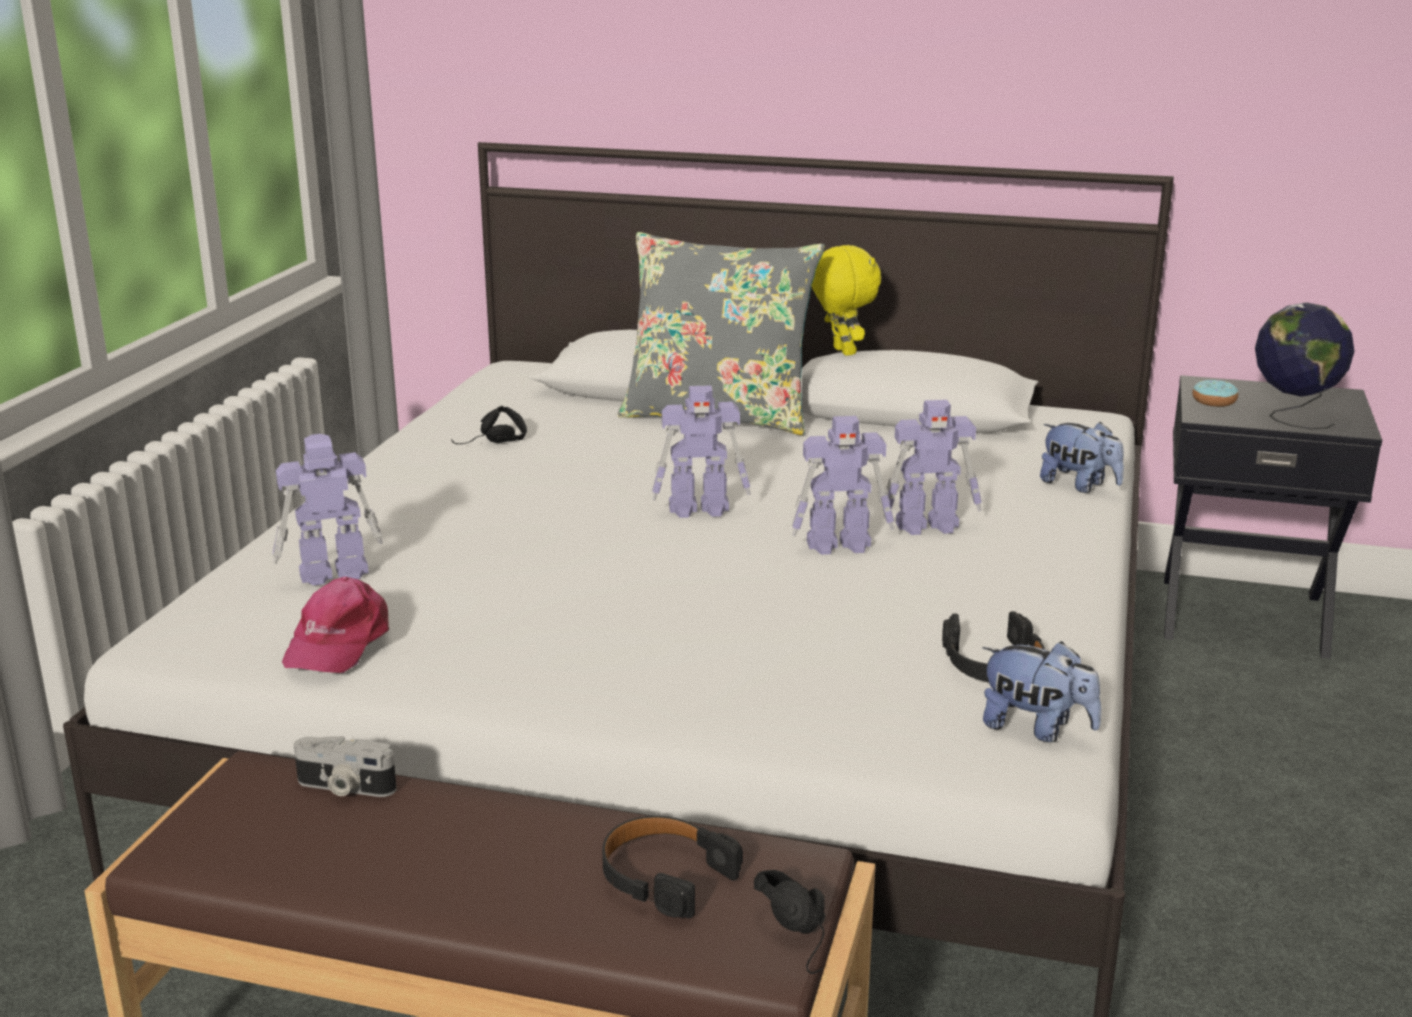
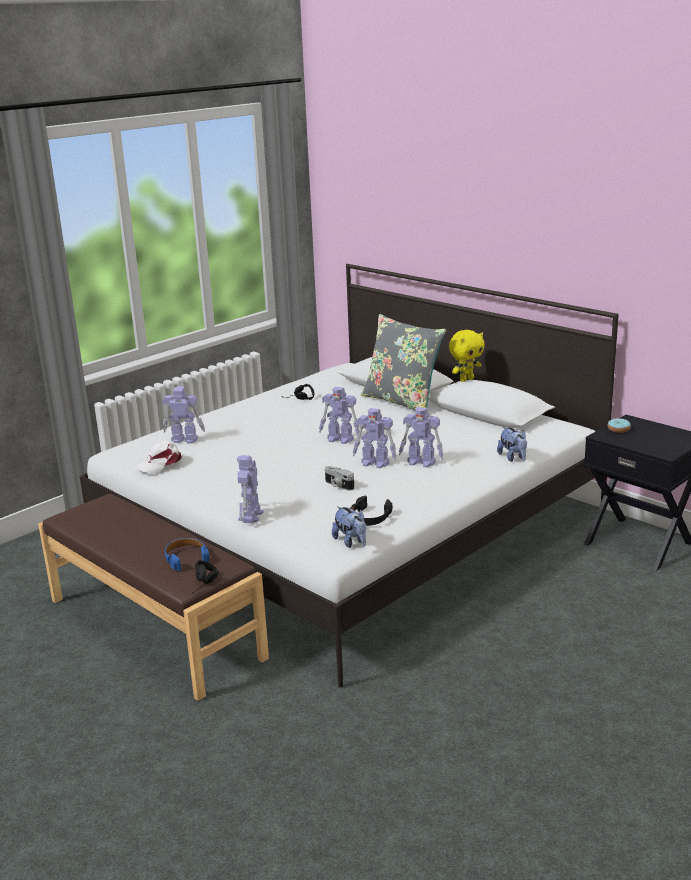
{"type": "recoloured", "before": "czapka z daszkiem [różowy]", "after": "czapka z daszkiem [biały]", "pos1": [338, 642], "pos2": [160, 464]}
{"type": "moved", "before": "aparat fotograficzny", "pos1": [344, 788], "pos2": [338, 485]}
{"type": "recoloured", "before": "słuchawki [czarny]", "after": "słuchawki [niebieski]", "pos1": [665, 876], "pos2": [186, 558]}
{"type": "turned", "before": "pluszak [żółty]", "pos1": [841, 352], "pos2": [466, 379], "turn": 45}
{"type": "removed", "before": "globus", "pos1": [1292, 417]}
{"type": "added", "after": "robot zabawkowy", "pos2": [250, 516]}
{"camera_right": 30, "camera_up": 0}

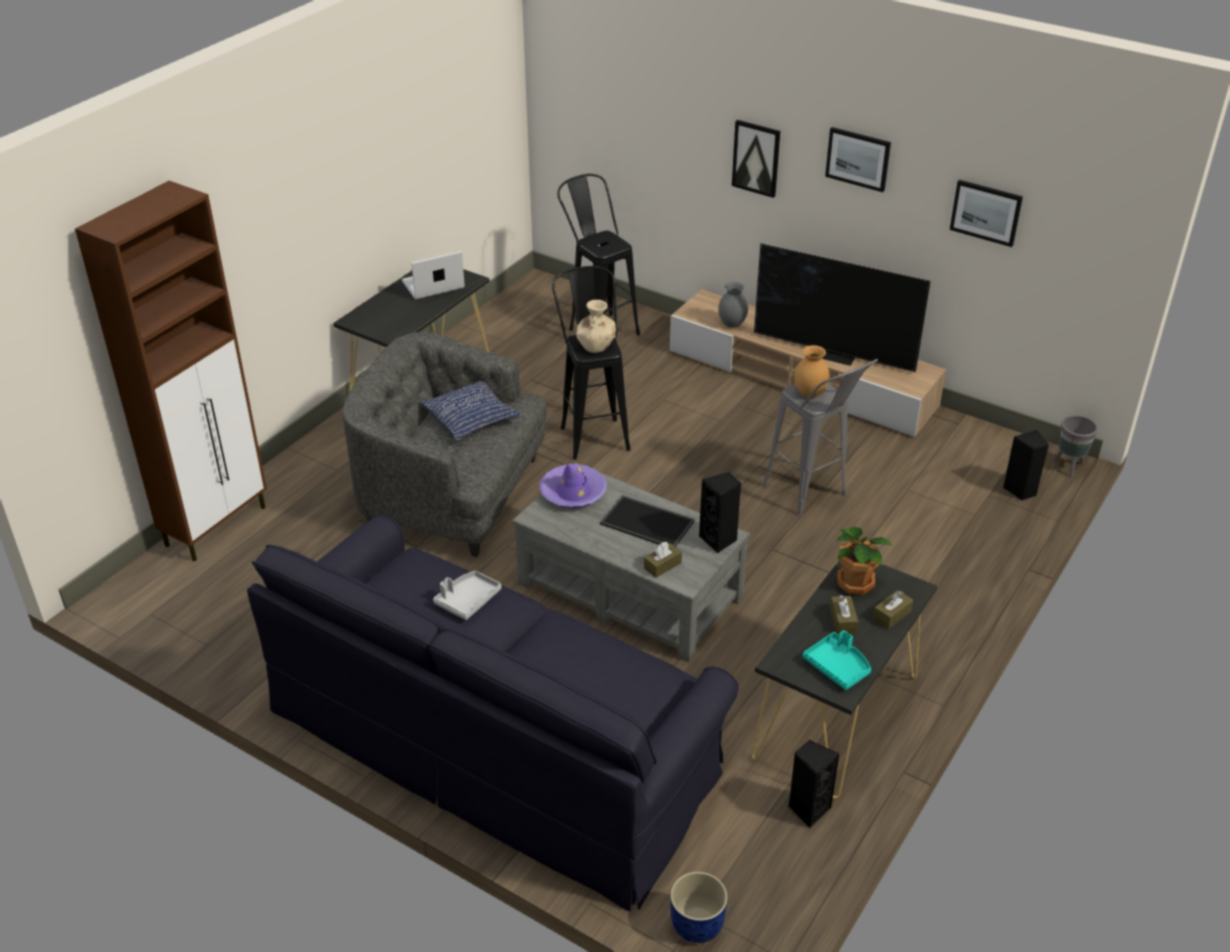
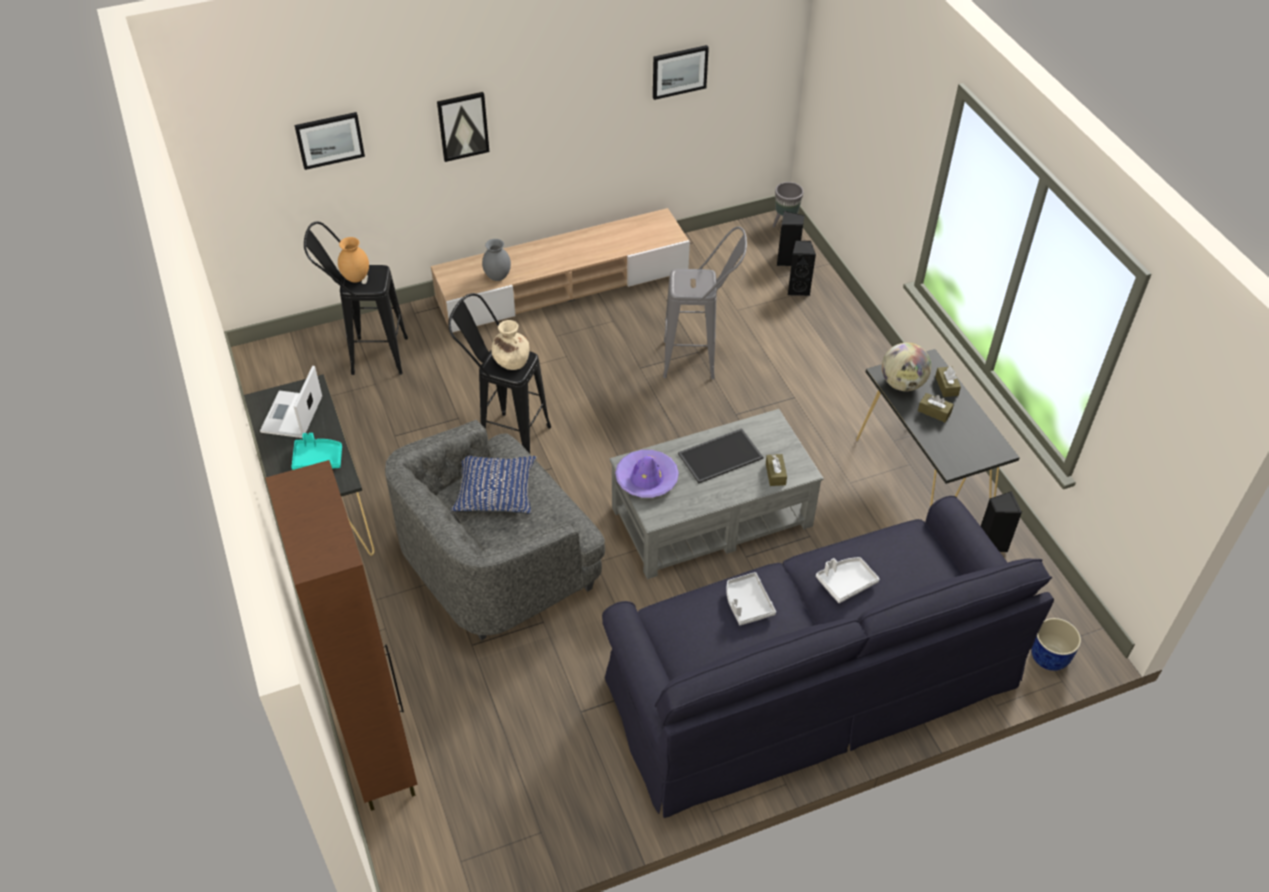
{"type": "moved", "before": "głośnik [czarny]", "pos1": [719, 540], "pos2": [798, 289]}
{"type": "removed", "before": "telewizor", "pos1": [833, 353]}
{"type": "moved", "before": "wazon [brązowy]", "pos1": [809, 394], "pos2": [356, 278]}
{"type": "moved", "before": "taca [turkusowy]", "pos1": [838, 667], "pos2": [318, 459]}
{"type": "moved", "before": "obraz", "pos1": [858, 158], "pos2": [329, 140]}
{"type": "replaced", "before": "roślina doniczkowa", "after": "globus", "pos1": [855, 582], "pos2": [902, 384]}
{"type": "added", "after": "taca [biały]", "pos2": [845, 582]}
{"camera_right": -55, "camera_up": 10}

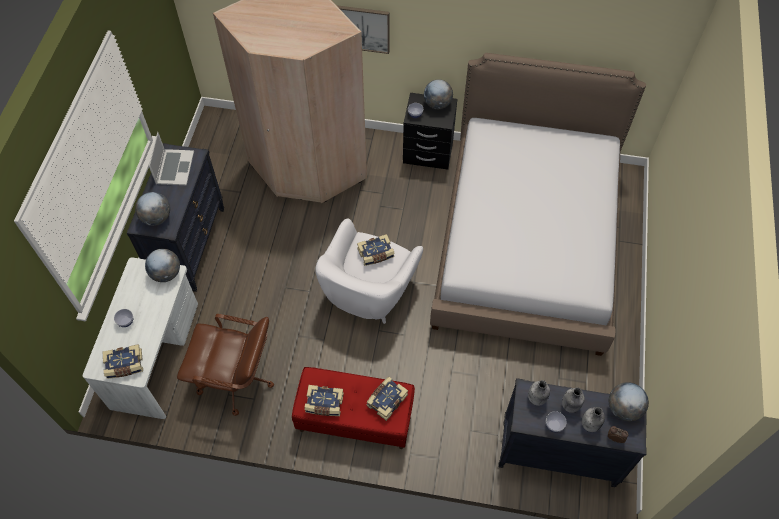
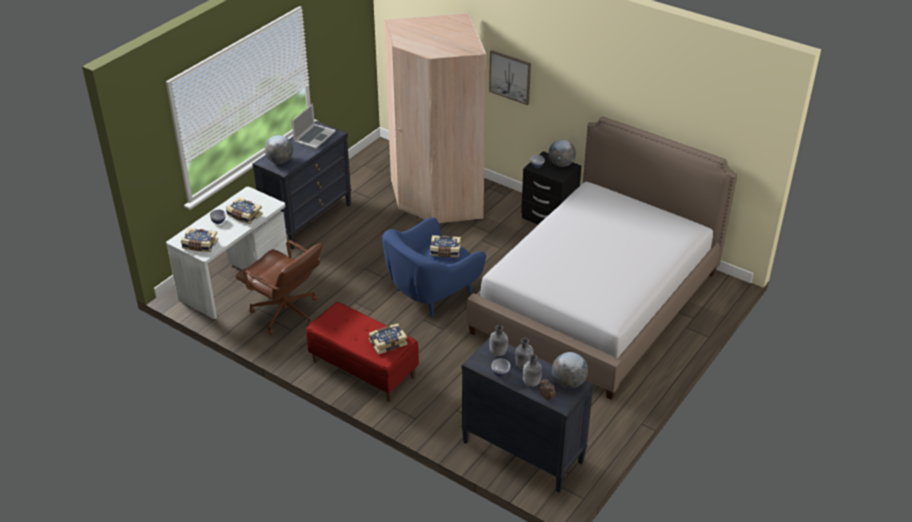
{"type": "removed", "before": "globus", "pos1": [166, 273]}
{"type": "moved", "before": "książka", "pos1": [324, 404], "pos2": [244, 216]}
{"type": "recoloured", "before": "fotel [biały]", "after": "fotel [niebieski]", "pos1": [369, 292], "pos2": [432, 293]}
{"camera_right": 25, "camera_up": -20}

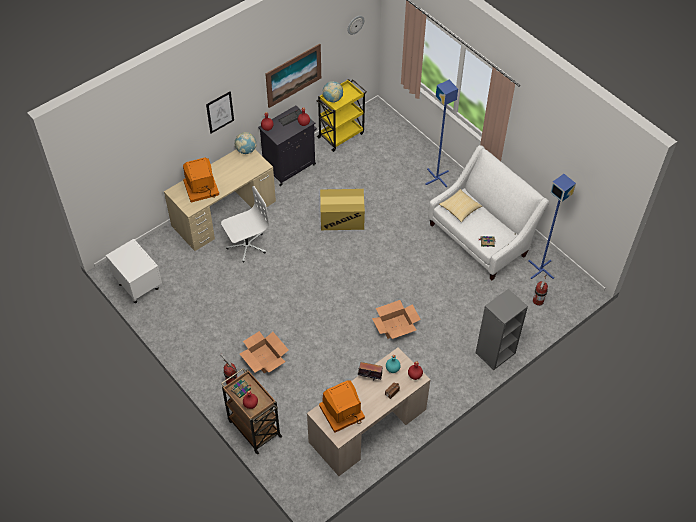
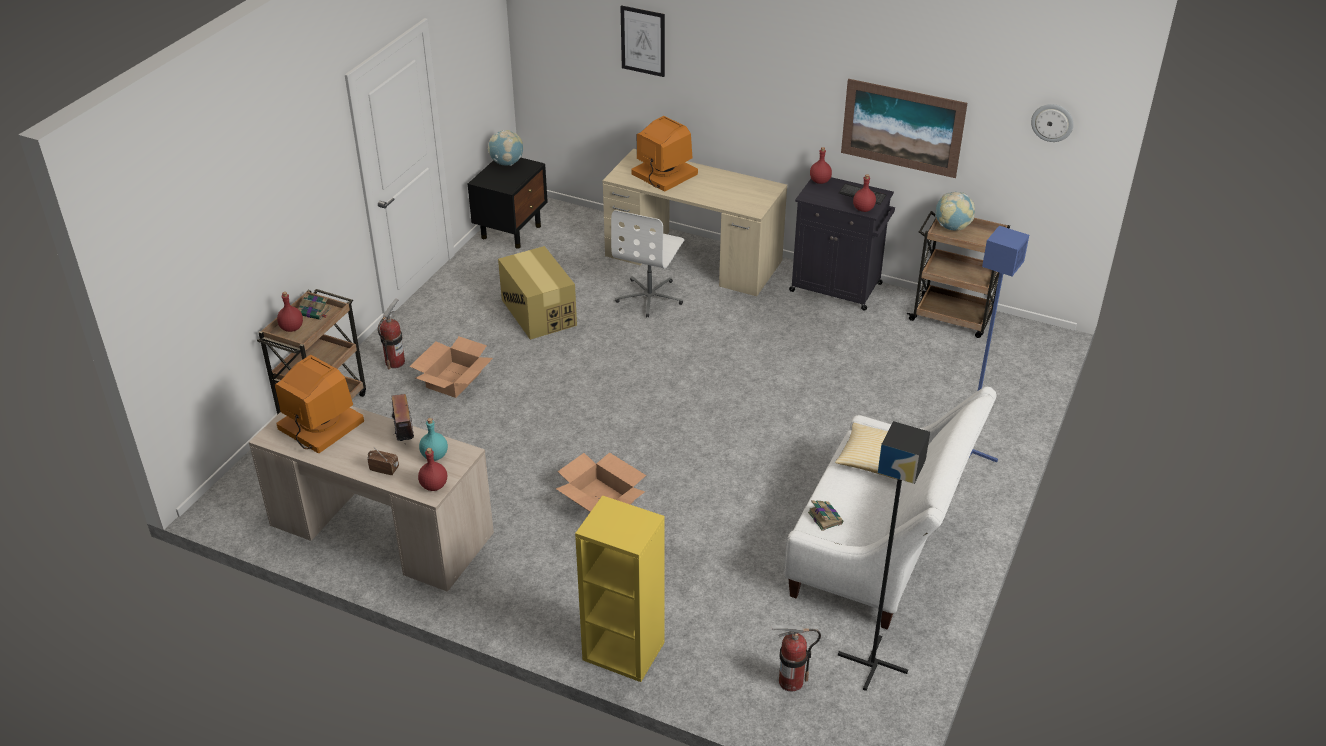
{"type": "recoloured", "before": "szafka nocna [biały]", "after": "szafka nocna [czarny]", "pos1": [138, 286], "pos2": [511, 231]}
{"type": "moved", "before": "obraz", "pos1": [220, 112], "pos2": [643, 41]}
{"type": "turned", "before": "krzesło biurowe [biały]", "pos1": [246, 245], "pos2": [650, 297], "turn": 75}
{"type": "moved", "before": "globus", "pos1": [246, 150], "pos2": [507, 163]}
{"type": "recoloured", "before": "wózek [żółty]", "after": "wózek [brązowy]", "pos1": [341, 135], "pos2": [953, 317]}
{"type": "moved", "before": "karton", "pos1": [342, 218], "pos2": [538, 312]}
{"type": "recoloured", "before": "regał [szary]", "after": "regał [żółty]", "pos1": [495, 353], "pos2": [622, 651]}
{"type": "recoloured", "before": "lampa stojąca [niebieski]", "after": "lampa stojąca [czarny]", "pos1": [541, 269], "pos2": [873, 663]}
{"camera_right": 65, "camera_up": -15}

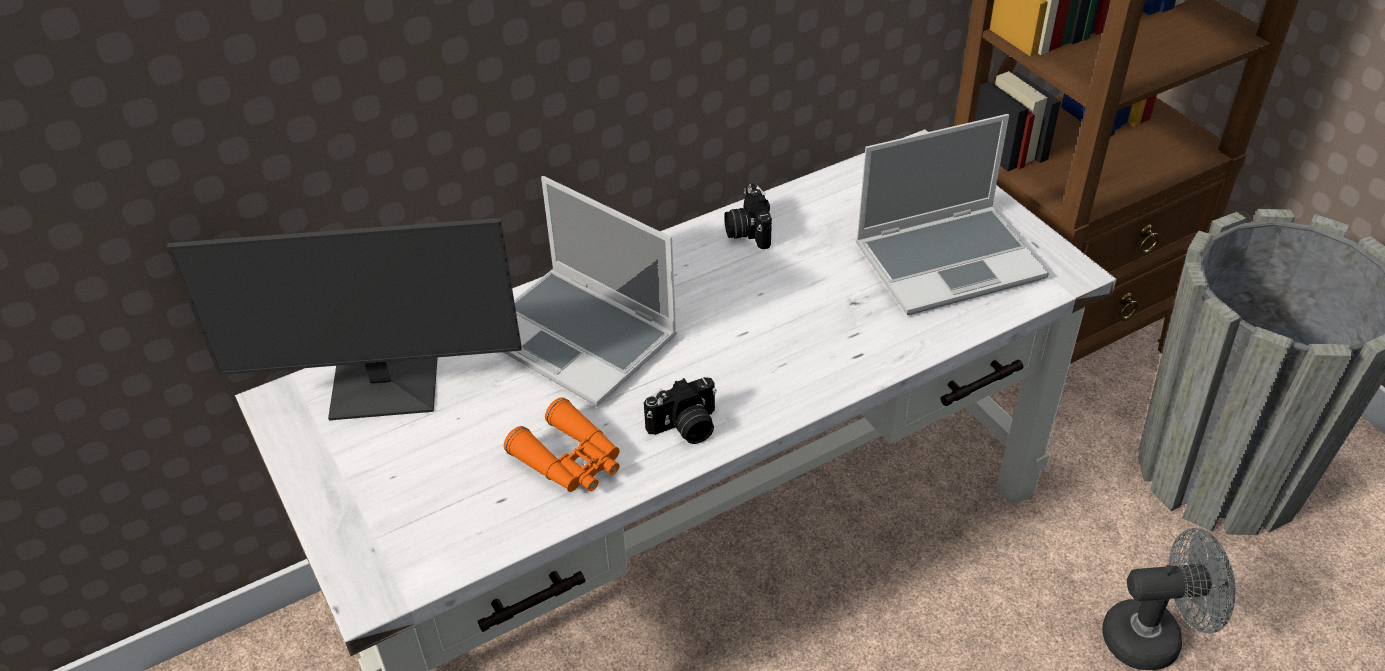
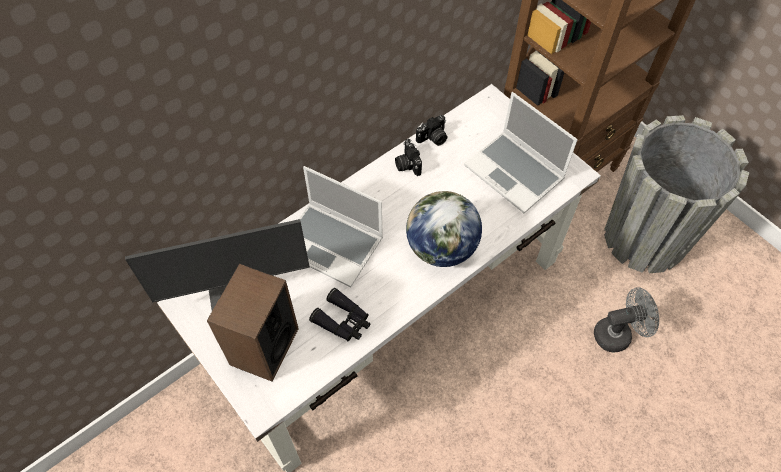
{"type": "recoloured", "before": "lornetka [pomarańczowy]", "after": "lornetka [czarny]", "pos1": [570, 461], "pos2": [343, 321]}
{"type": "moved", "before": "aparat fotograficzny", "pos1": [685, 428], "pos2": [433, 138]}
{"type": "turned", "before": "laptop", "pos1": [949, 260], "pos2": [515, 173], "turn": 75}
{"type": "added", "after": "głośnik", "pos2": [264, 346]}
{"type": "added", "after": "globus", "pos2": [441, 248]}
{"camera_right": -10, "camera_up": 15}

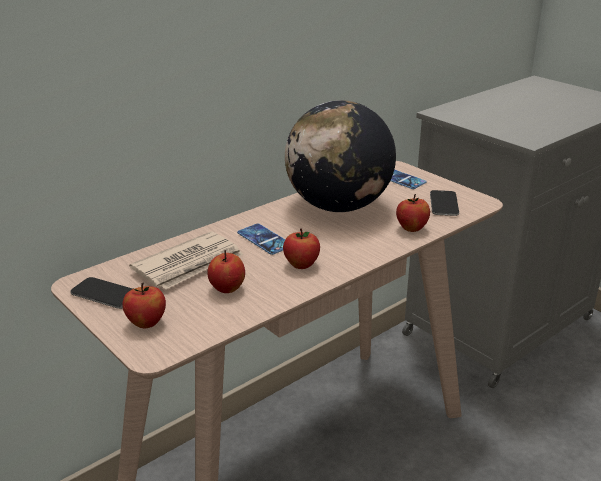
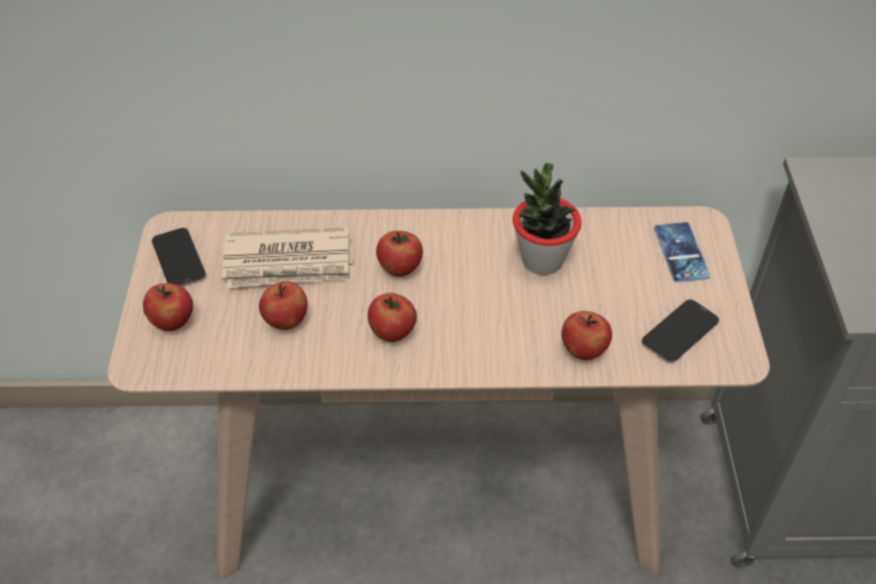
{"type": "replaced", "before": "telefon", "after": "jabłko", "pos1": [264, 239], "pos2": [400, 268]}
{"type": "replaced", "before": "globus", "after": "roślina doniczkowa", "pos1": [338, 206], "pos2": [542, 260]}
{"camera_right": 40, "camera_up": 20}

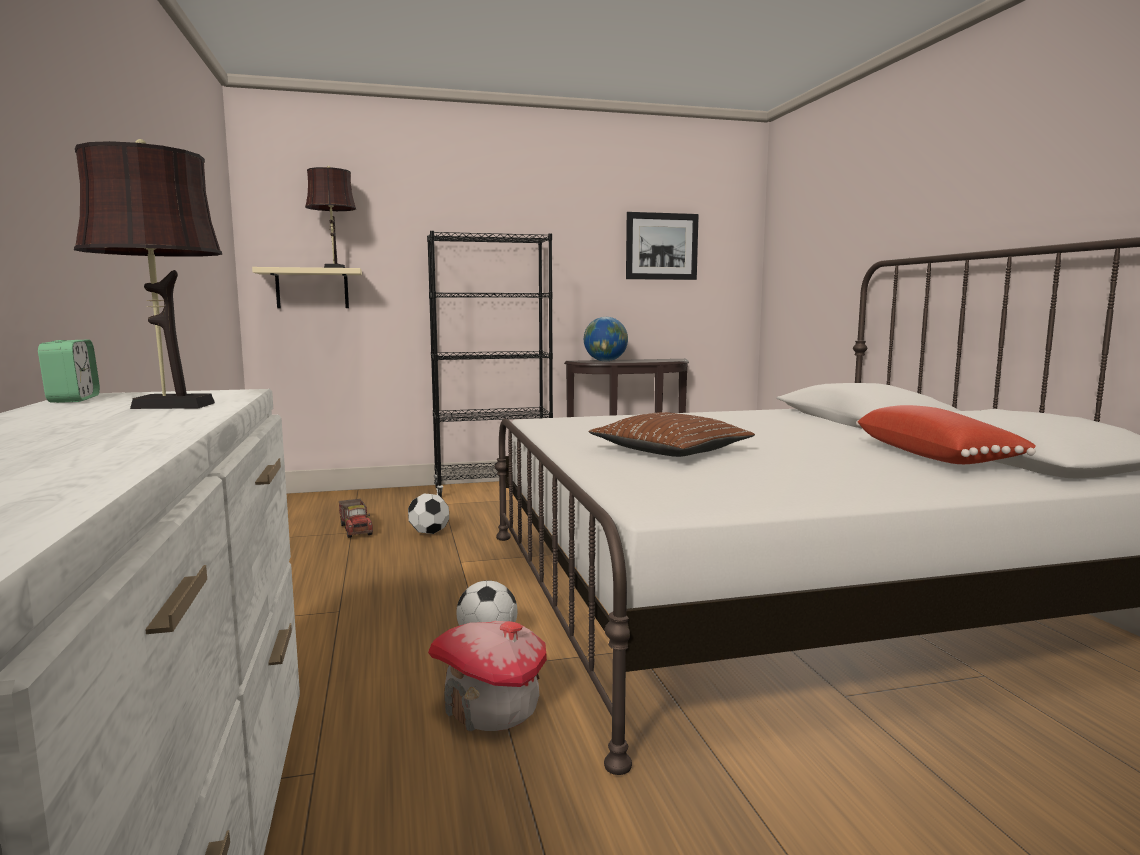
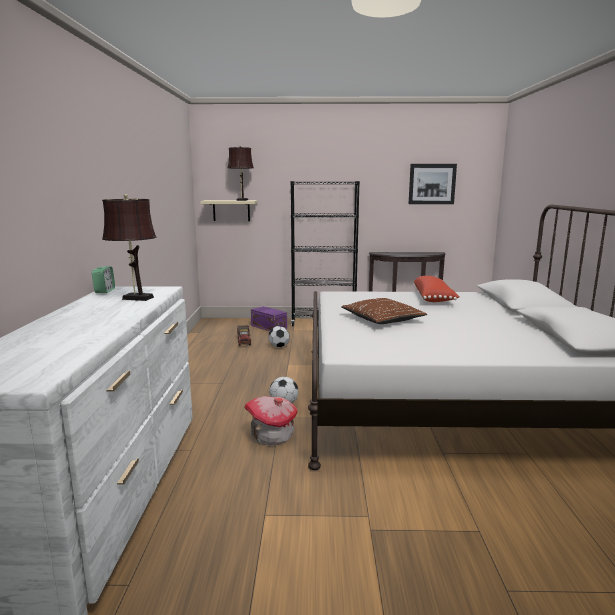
{"type": "removed", "before": "globus", "pos1": [605, 361]}
{"type": "moved", "before": "poduszka [czerwony]", "pos1": [936, 457], "pos2": [434, 298]}
{"type": "added", "after": "pojemnik do przechowywania [fioletowy]", "pos2": [269, 327]}
{"camera_right": 15, "camera_up": 5}

